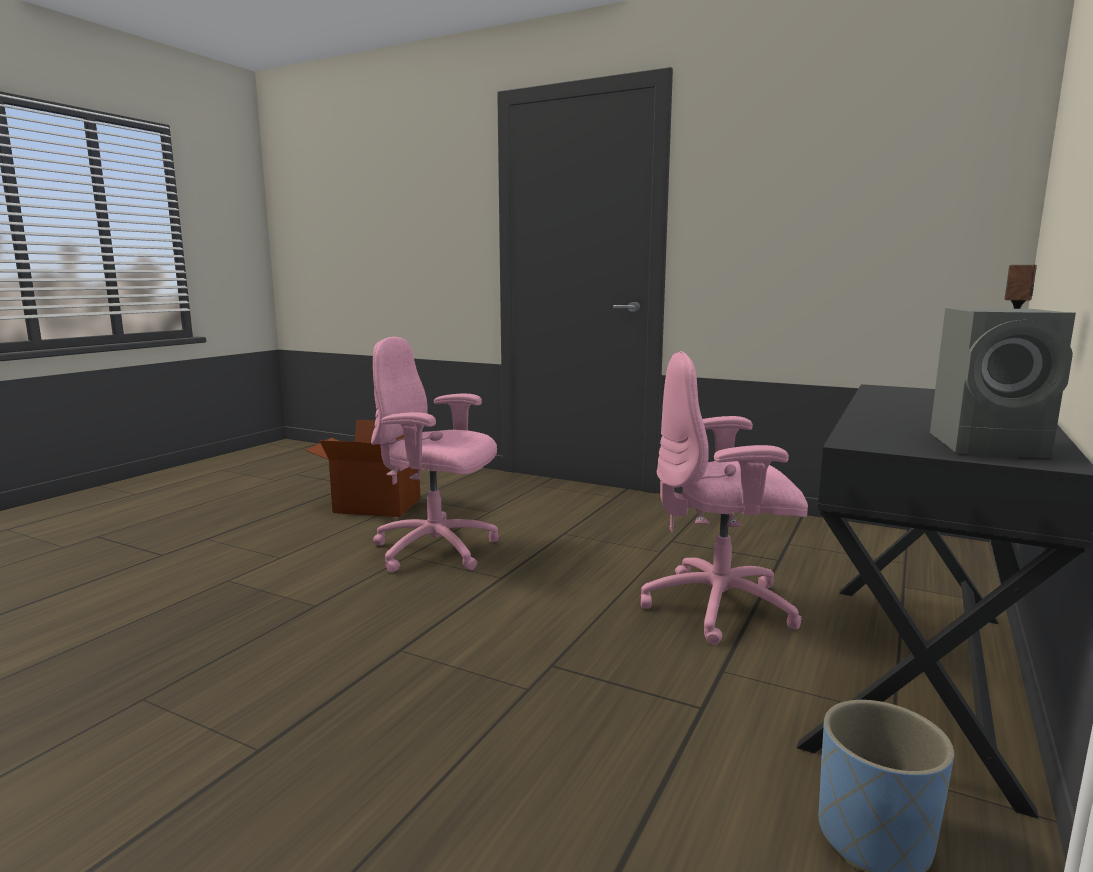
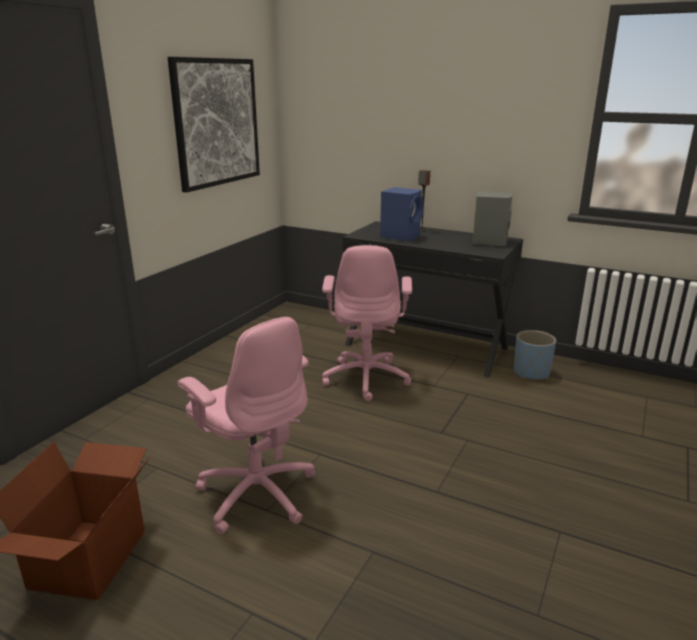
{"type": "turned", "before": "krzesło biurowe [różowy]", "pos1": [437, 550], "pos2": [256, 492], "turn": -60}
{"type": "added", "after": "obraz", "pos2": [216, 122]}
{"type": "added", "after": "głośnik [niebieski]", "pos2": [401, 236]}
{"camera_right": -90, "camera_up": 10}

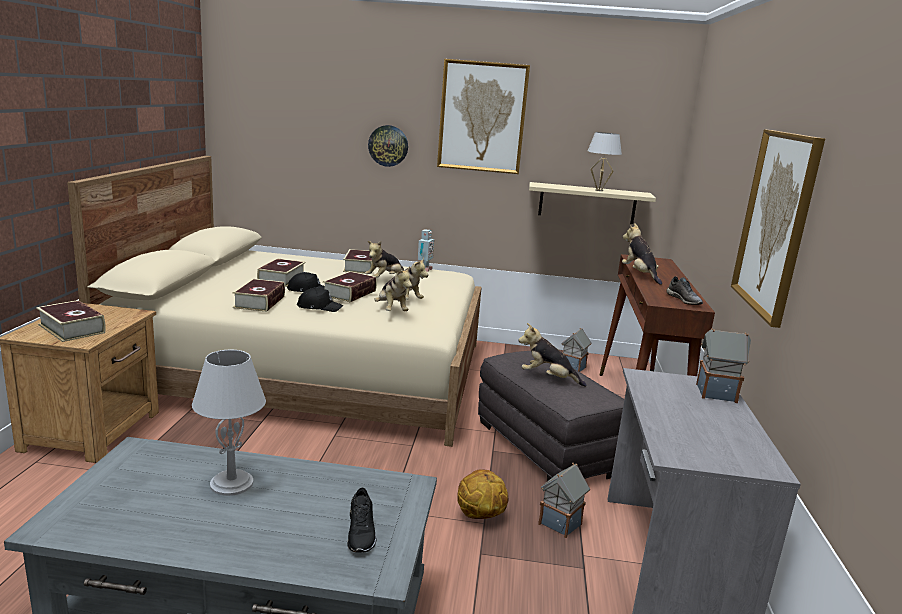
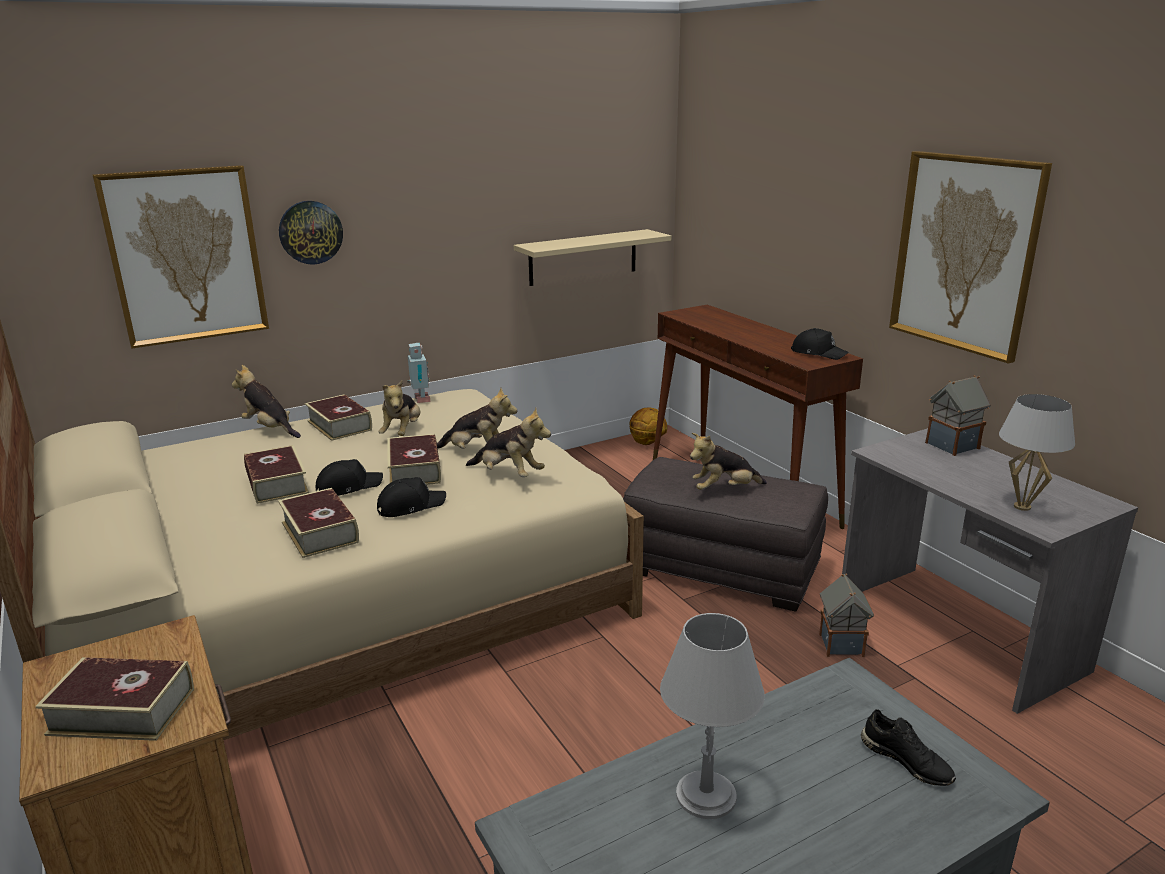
{"type": "moved", "before": "obraz", "pos1": [482, 117], "pos2": [186, 256]}
{"type": "moved", "before": "piłka do koszykówki", "pos1": [479, 516], "pos2": [647, 443]}
{"type": "removed", "before": "domek", "pos1": [573, 367]}
{"type": "moved", "before": "lampa stołowa [biały]", "pos1": [599, 190], "pos2": [1022, 507]}
{"type": "moved", "before": "pluszak", "pos1": [639, 275], "pos2": [270, 429]}
{"type": "replaced", "before": "but [szary]", "after": "czapka z daszkiem [czarny]", "pos1": [684, 300], "pos2": [818, 353]}
{"camera_right": -35, "camera_up": 5}

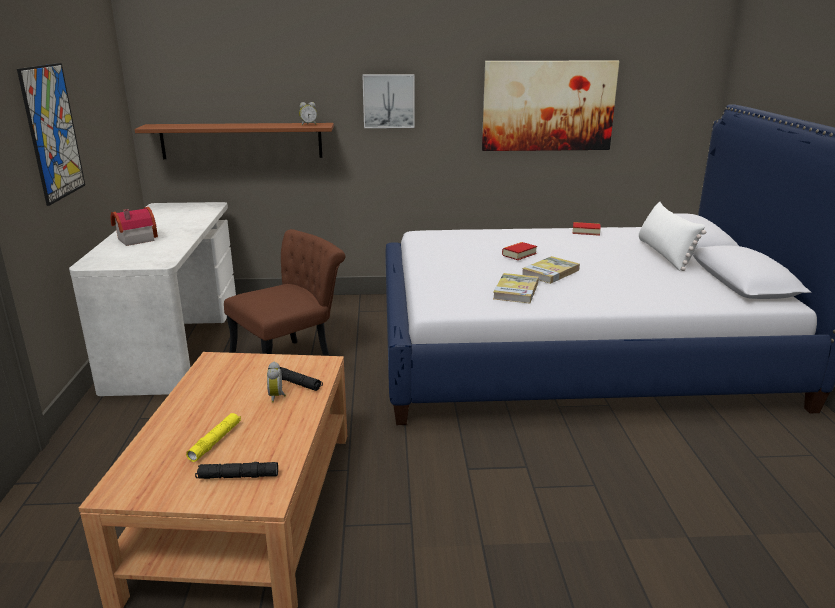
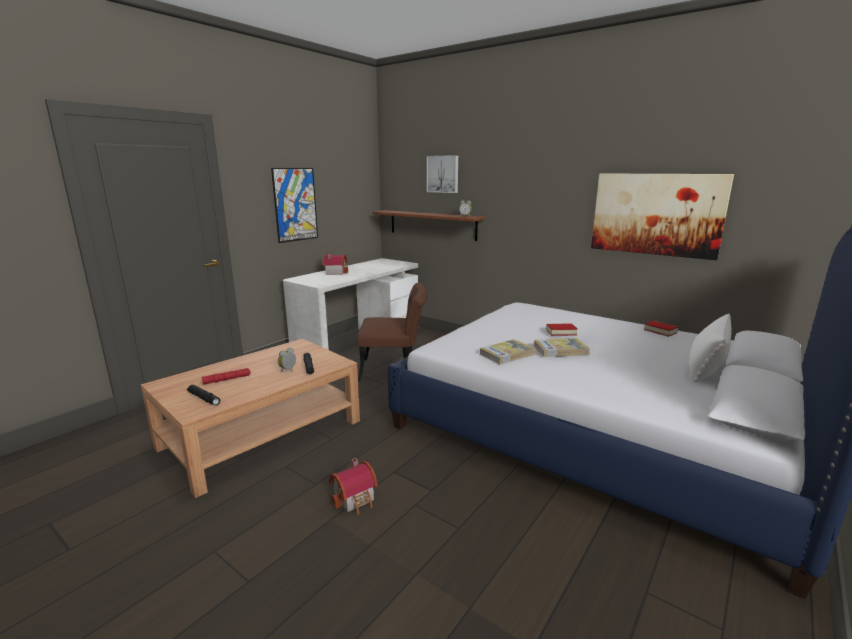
{"type": "recoloured", "before": "latarka [żółty]", "after": "latarka [czerwony]", "pos1": [215, 441], "pos2": [227, 379]}
{"type": "moved", "before": "obraz", "pos1": [388, 101], "pos2": [443, 174]}
{"type": "added", "after": "domek", "pos2": [356, 499]}
{"camera_right": 40, "camera_up": -5}

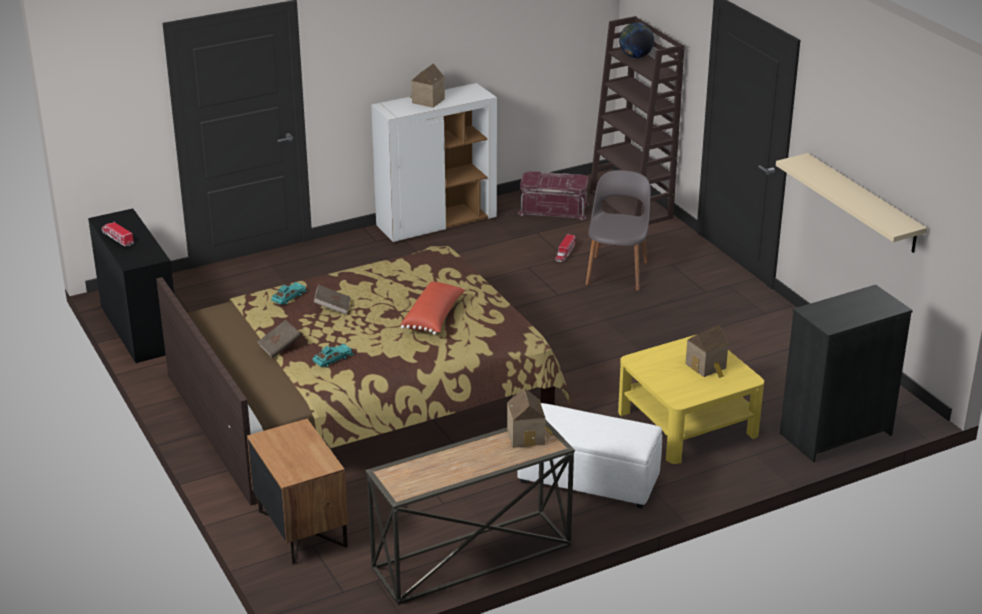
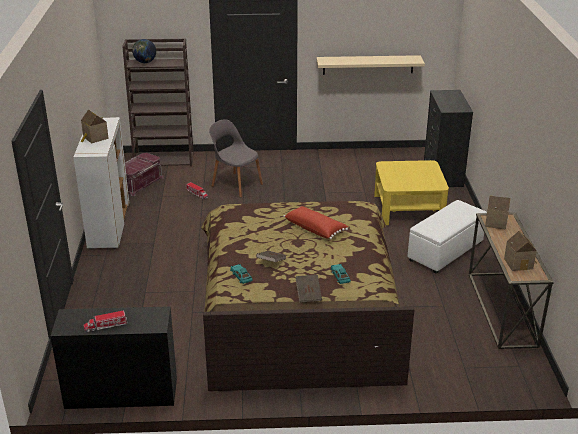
{"type": "removed", "before": "szafka nocna [brązowy]", "pos1": [301, 529]}
{"type": "moved", "before": "domek", "pos1": [707, 367], "pos2": [519, 263]}
{"camera_right": -65, "camera_up": 0}

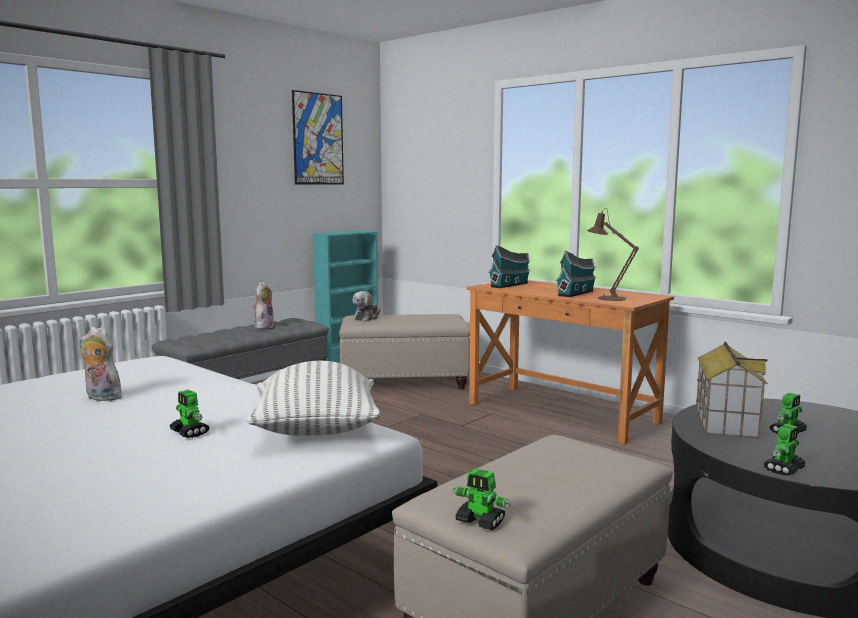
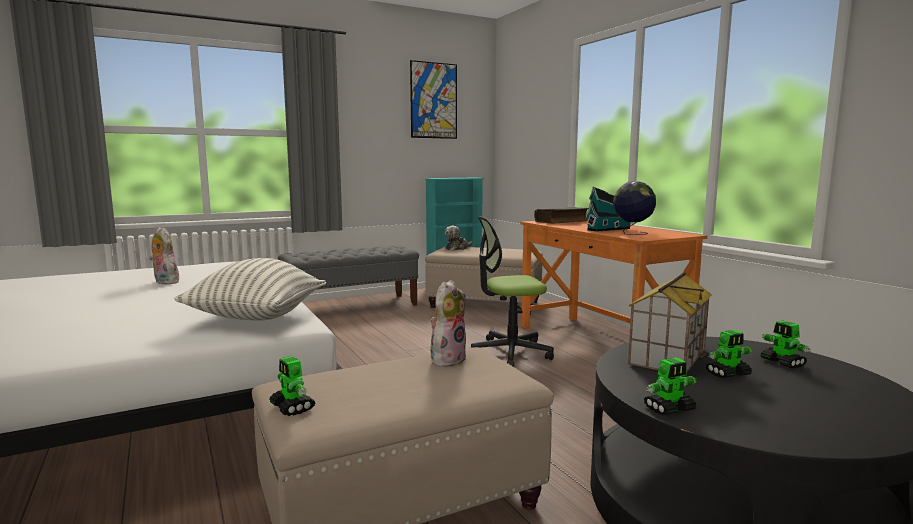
{"type": "moved", "before": "robot zabawkowy", "pos1": [190, 433], "pos2": [783, 363]}
{"type": "moved", "before": "pluszak", "pos1": [263, 326], "pos2": [447, 359]}
{"type": "replaced", "before": "domek", "after": "książka", "pos1": [510, 285], "pos2": [562, 222]}
{"type": "replaced", "before": "lampa stołowa [brązowy]", "after": "globus", "pos1": [607, 298], "pos2": [632, 233]}
{"type": "added", "after": "krzesło biurowe", "pos2": [509, 352]}
{"camera_right": 20, "camera_up": 0}

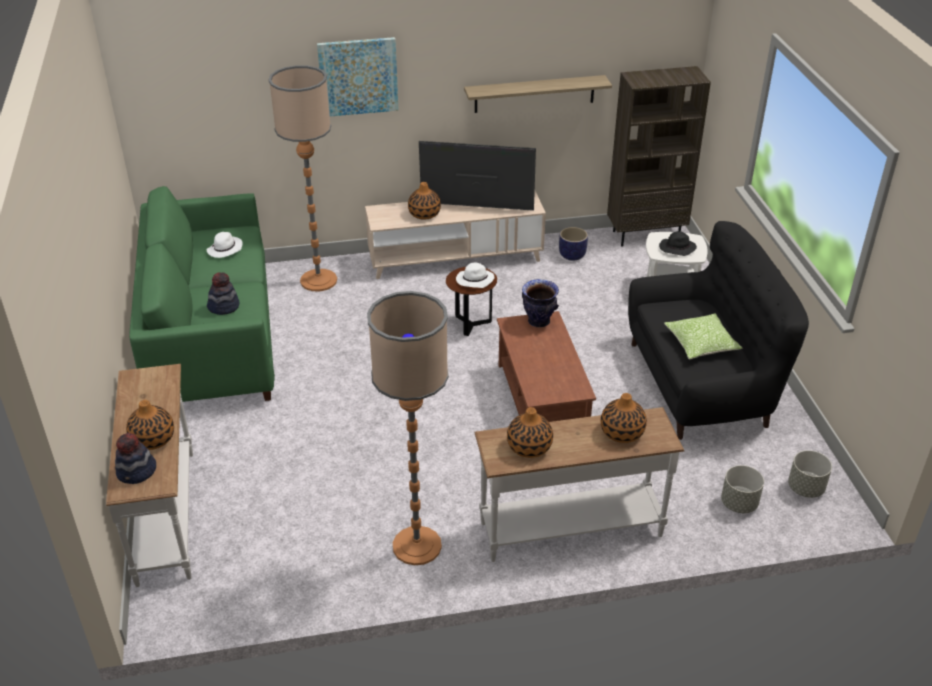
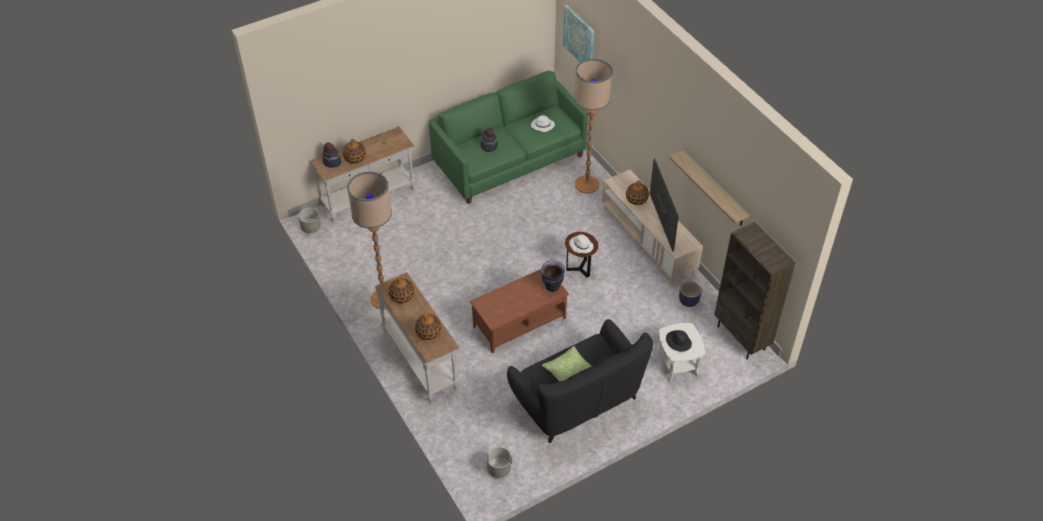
{"type": "moved", "before": "obraz", "pos1": [358, 76], "pos2": [579, 37]}
{"type": "moved", "before": "donica [szary]", "pos1": [738, 503], "pos2": [311, 228]}
{"camera_right": 70, "camera_up": 10}

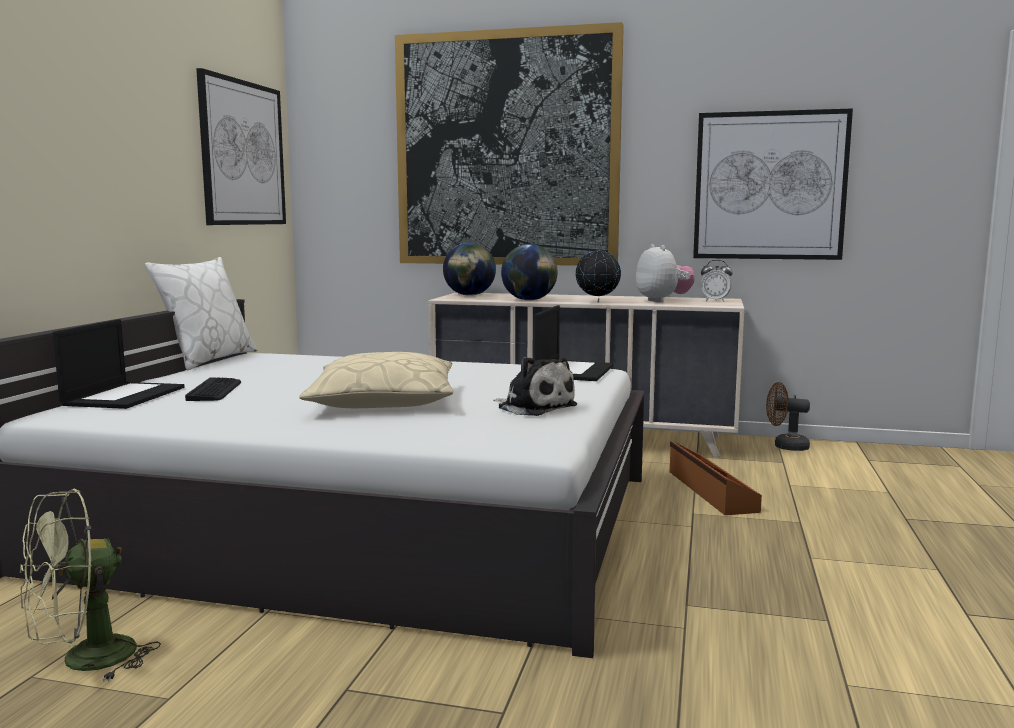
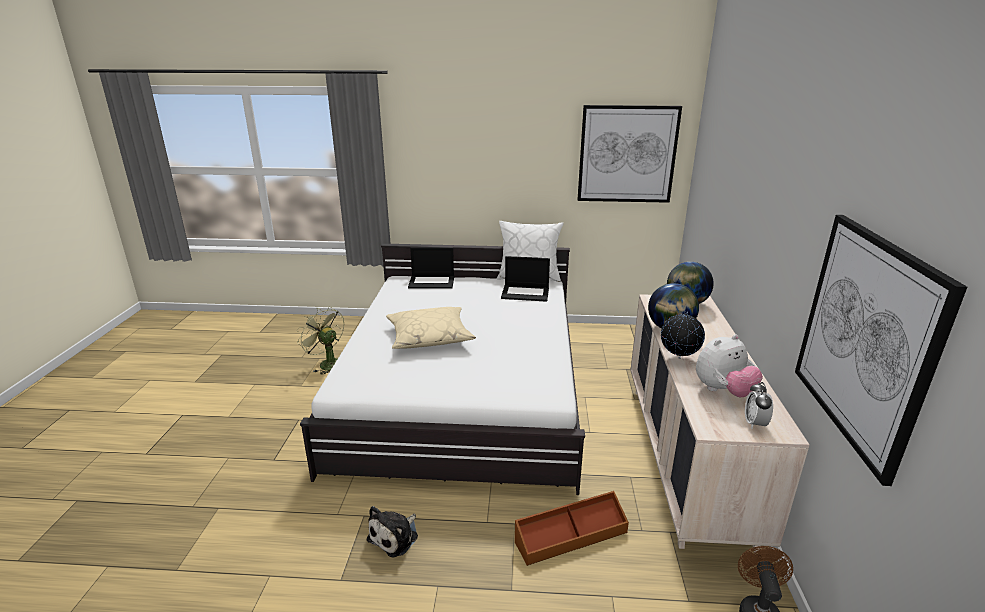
{"type": "removed", "before": "klawiatura", "pos1": [215, 390]}
{"type": "removed", "before": "obraz", "pos1": [507, 150]}
{"type": "moved", "before": "pluszak", "pos1": [534, 407], "pos2": [395, 536]}
{"type": "moved", "before": "laptop", "pos1": [574, 371], "pos2": [526, 293]}
{"camera_right": 80, "camera_up": 15}

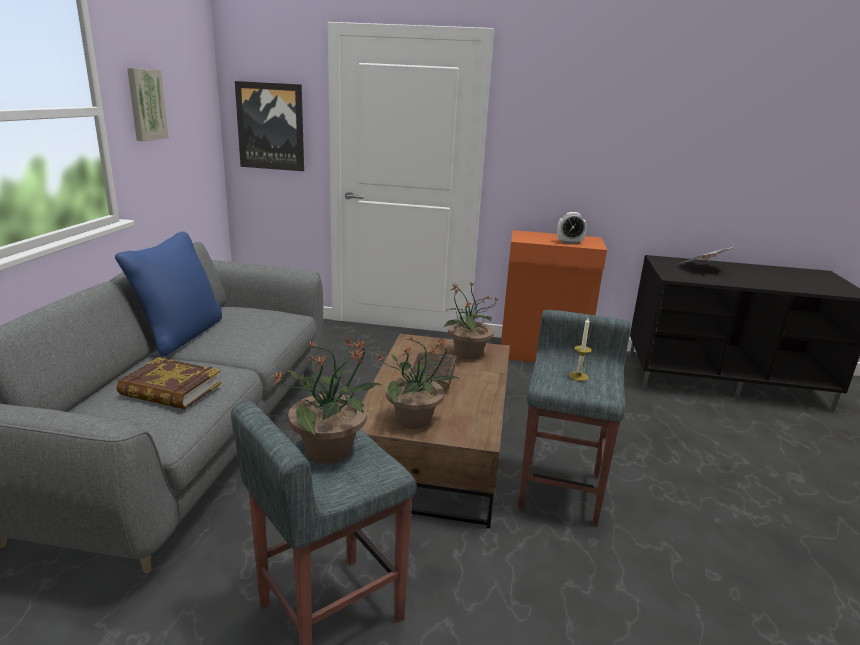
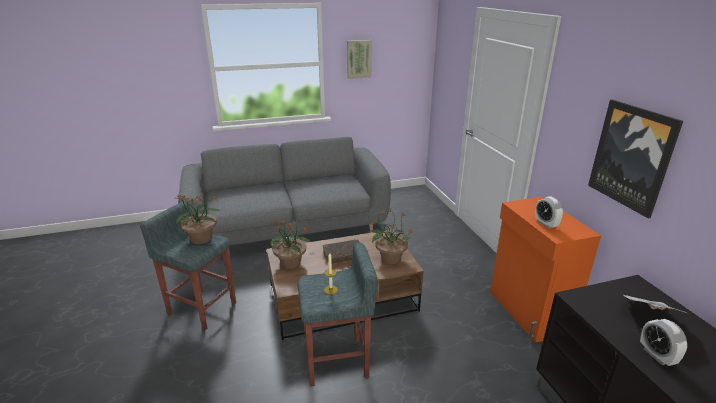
{"type": "removed", "before": "poduszka [niebieski]", "pos1": [180, 335]}
{"type": "removed", "before": "książka", "pos1": [170, 390]}
{"type": "moved", "before": "obraz", "pos1": [271, 126], "pos2": [632, 156]}
{"type": "added", "after": "budzik", "pos2": [657, 355]}
{"camera_right": 65, "camera_up": 5}

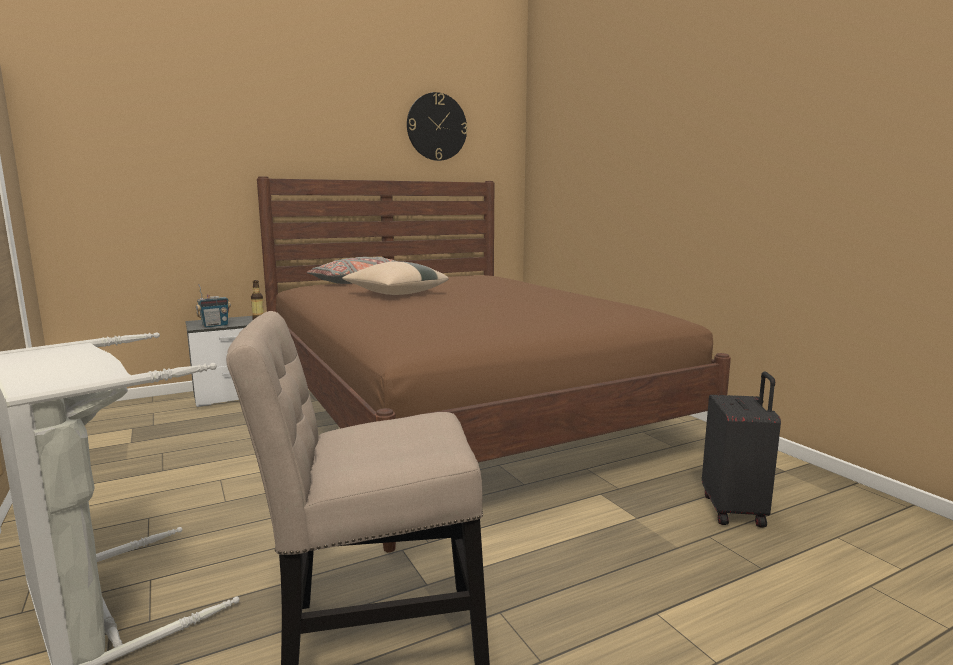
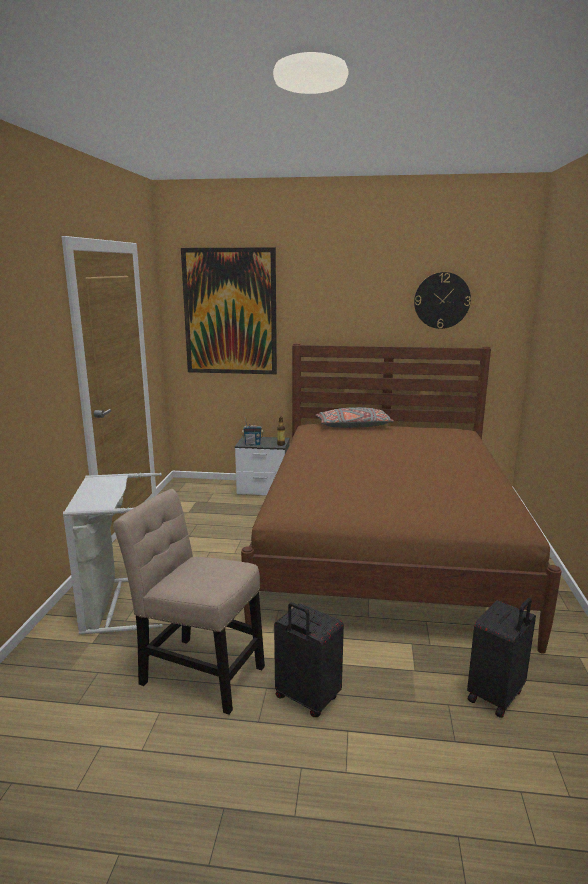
{"type": "removed", "before": "poduszka [beżowy]", "pos1": [395, 294]}
{"type": "added", "after": "obraz", "pos2": [230, 312]}
{"type": "added", "after": "walizka [czarny]", "pos2": [306, 699]}
{"camera_right": 35, "camera_up": 5}

